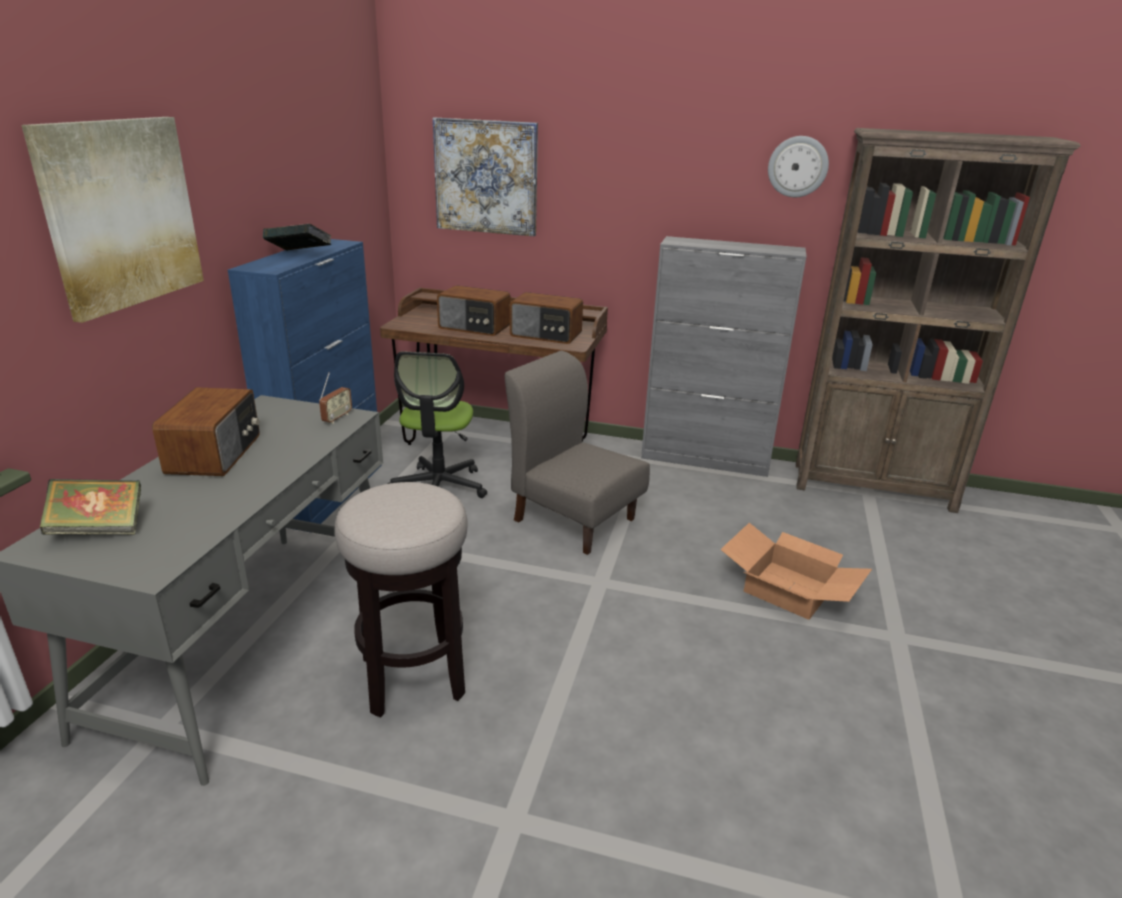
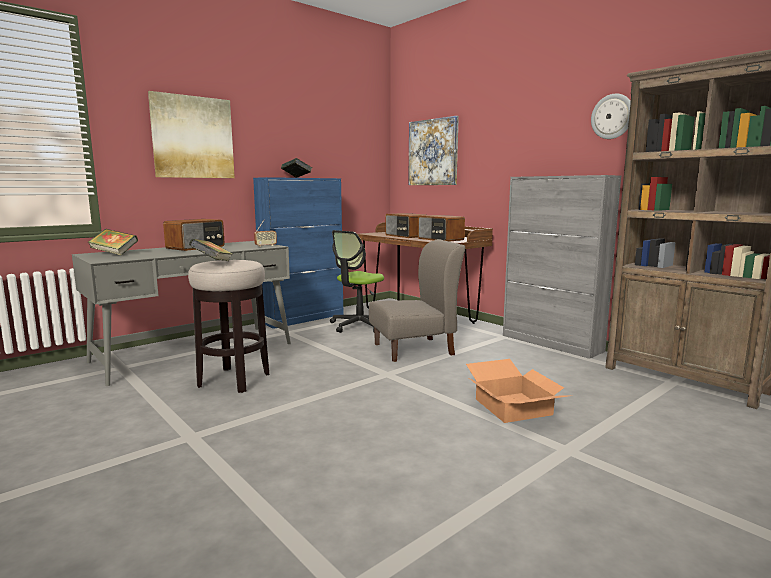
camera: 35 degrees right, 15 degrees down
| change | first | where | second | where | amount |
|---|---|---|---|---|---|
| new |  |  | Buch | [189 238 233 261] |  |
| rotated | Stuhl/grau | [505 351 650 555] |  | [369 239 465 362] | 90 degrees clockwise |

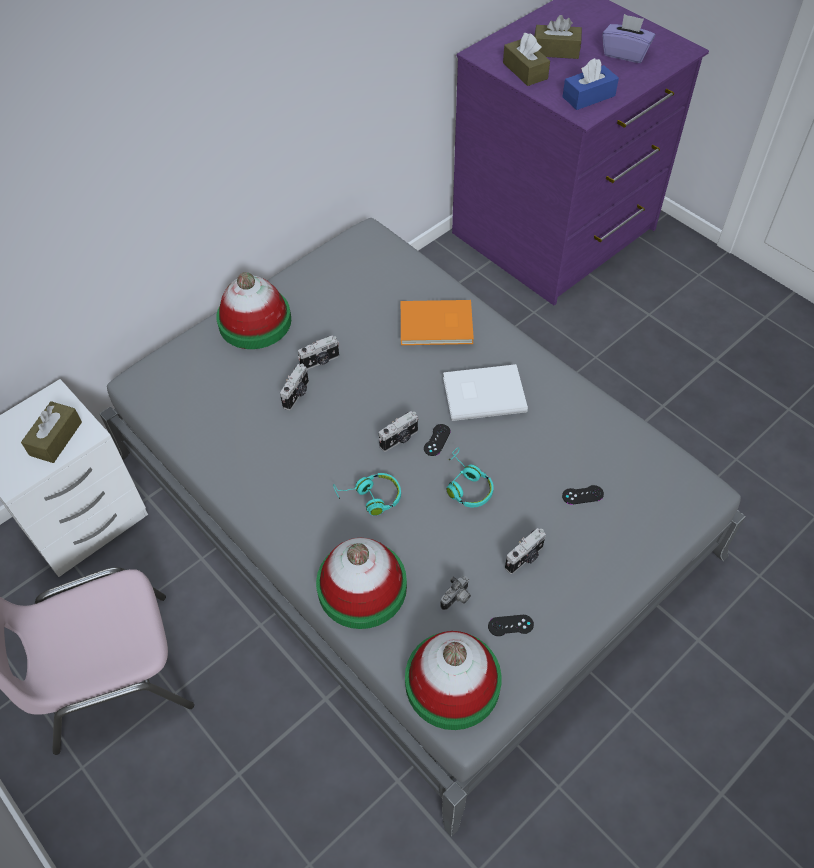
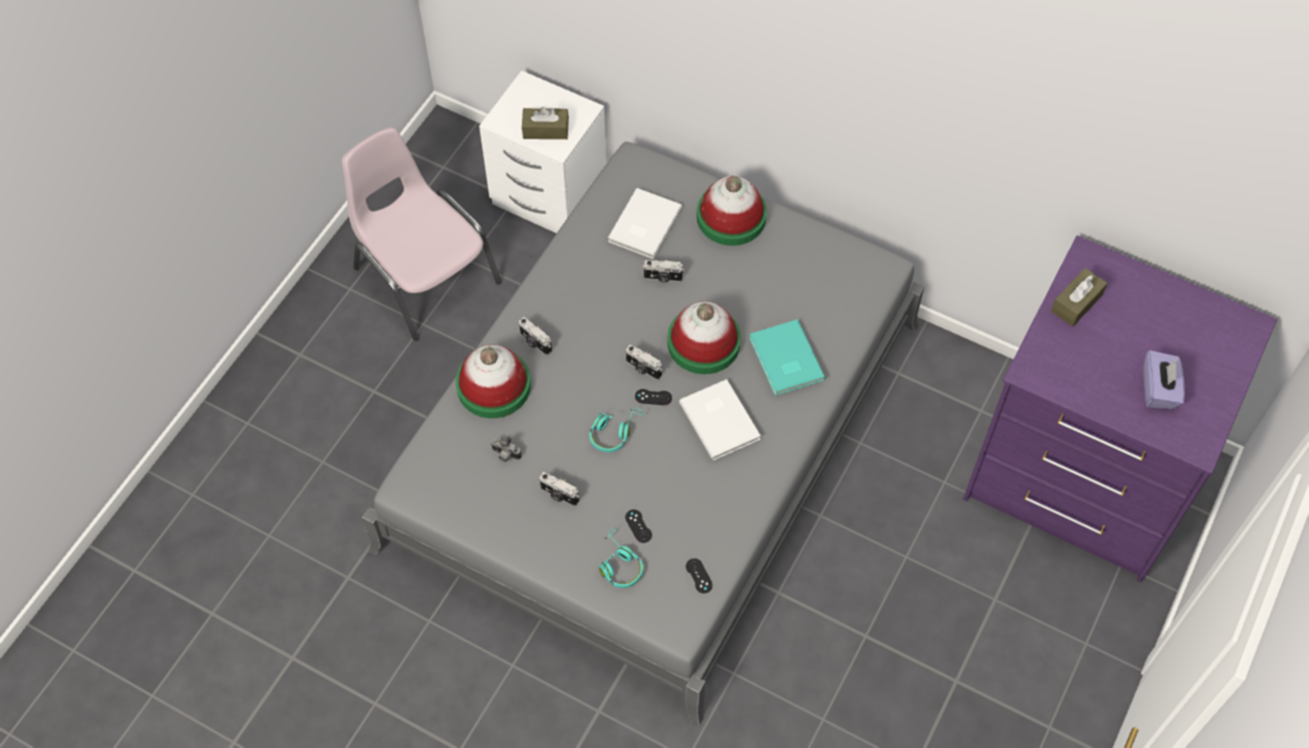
camera: 70 degrees right, 5 degrees up
| change | first | where | second | where | amount |
|---|---|---|---|---|---|
| gone | Taschentuchbox/braun | [534 15 582 59] |  |  |  |
| gone | Taschentuchbox/blau | [563 58 619 110] |  |  |  |
| new |  |  | Buch/weiß | [608 188 682 259] |  |
| shifted | Kamera | [298 335 339 370] |  | [519 317 552 355] |  |
| shifted | Kopfhörer/türkis | [333 473 401 516] |  | [599 528 643 588] |  |
| shifted | Hut | [405 631 502 730] |  | [667 301 741 374] |  |
| shifted | Gamepad/schwarz | [488 615 534 636] |  | [686 558 713 593] |  |
| repainted | Buch/orange | [401 300 474 345] | Buch/türkis | [749 319 825 396] |  |

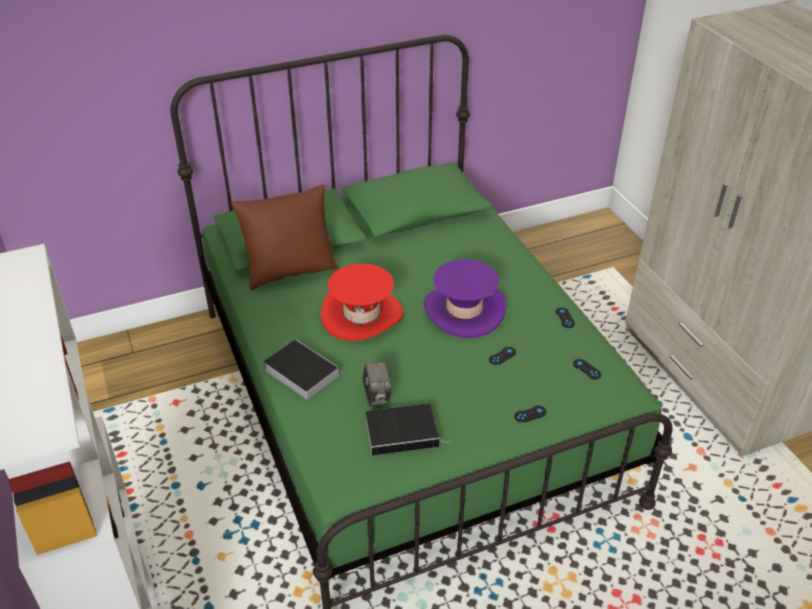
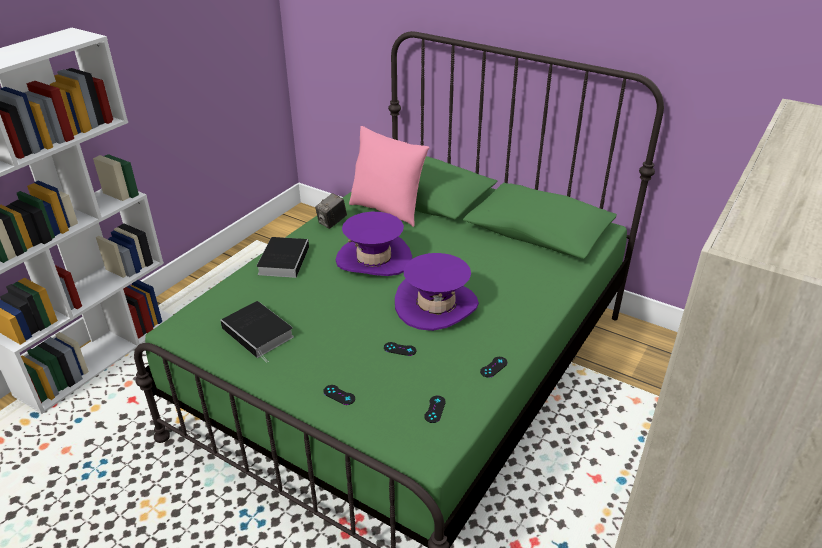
camera: 55 degrees right, 5 degrees down
| change | first | where | second | where | amount |
|---|---|---|---|---|---|
| shifted | Kamera | [362 361 392 406] |  | [315 193 347 229] |  |
| repainted | Kissen/braun | [231 185 339 290] | Kissen/rosa | [349 126 430 227] |  |
| repainted | Hut/rot | [321 264 403 341] | Hut/lila | [336 212 412 276] |  |

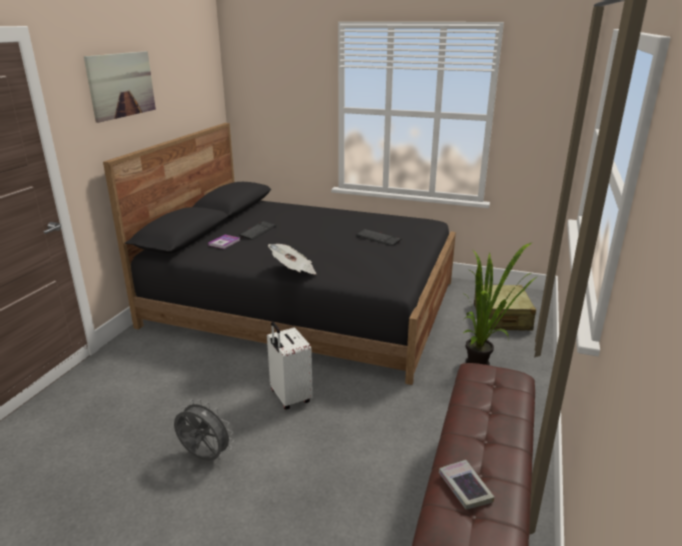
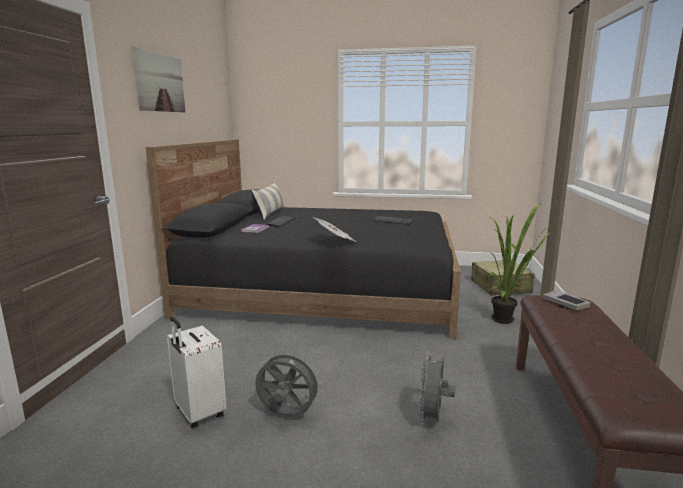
camera: 10 degrees left, 10 degrees down
| change | first | where | second | where | amount |
|---|---|---|---|---|---|
| new |  |  | Kissen | [251 182 284 220] |  |
| new |  |  | Ventilator/grau | [418 351 456 424] |  |
| shifted | Koffer/weiß | [267 322 313 409] |  | [167 316 227 428] |  |
| shifted | Buch | [439 460 495 509] |  | [543 290 591 310] |  |

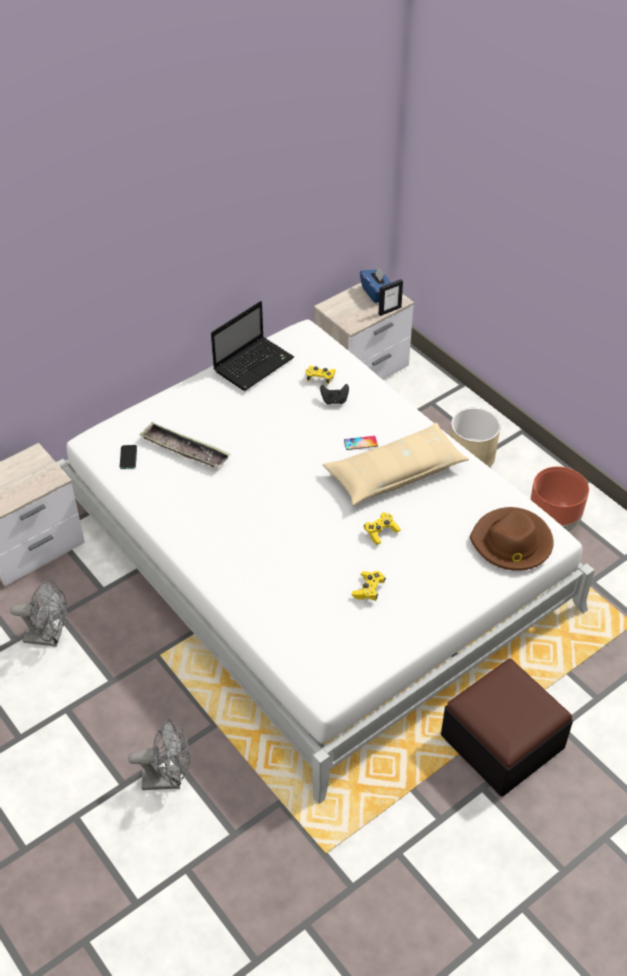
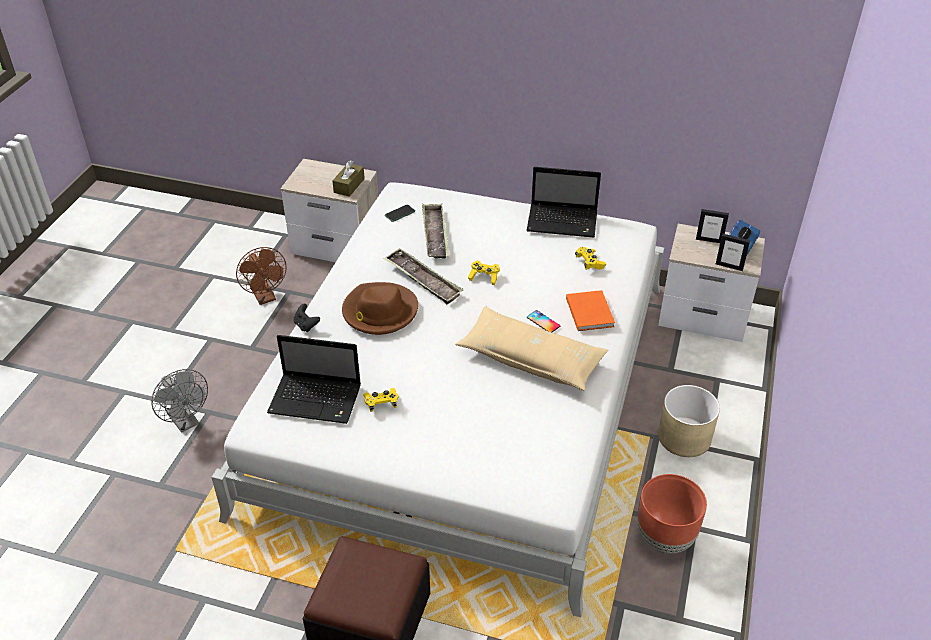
camera: 55 degrees right, 5 degrees down
| change | first | where | second | where | amount |
|---|---|---|---|---|---|
| new |  |  | Laptop | [267 335 361 424] |  |
| new |  |  | Taschentuchbox/braun | [332 160 365 197] |  |
| new |  |  | Tablett | [384 248 463 304] |  |
| new |  |  | Buch/orange | [566 290 615 331] |  |
| new |  |  | Bilderrahmen | [696 209 729 243] |  |
| shifted | Gamepad/schwarz | [320 384 349 404] |  | [294 304 320 332] |  |
| shifted | Gamepad/gelb | [364 512 401 545] |  | [468 261 500 285] |  |
| shifted | Hut/braun | [470 507 554 571] |  | [342 282 418 335] |  |
| repainted | Ventilator/grau | [10 580 67 647] | Ventilator/braun | [236 247 287 305] |  |

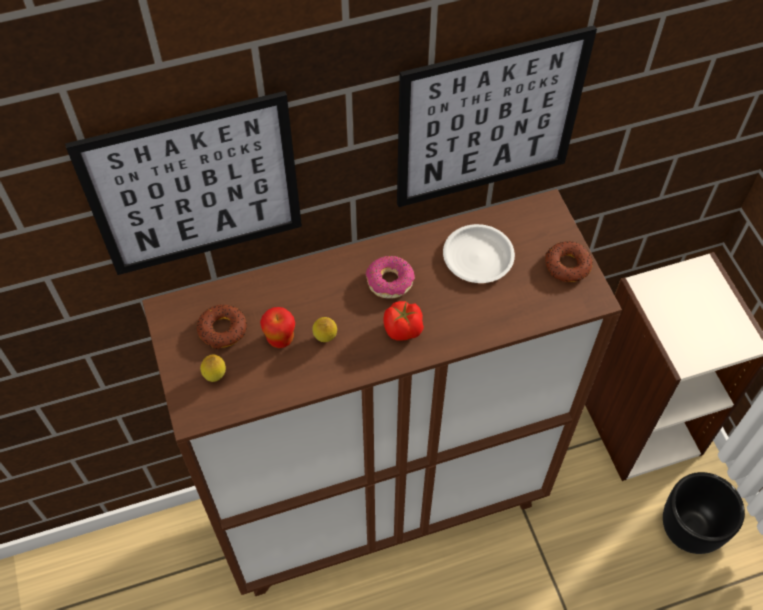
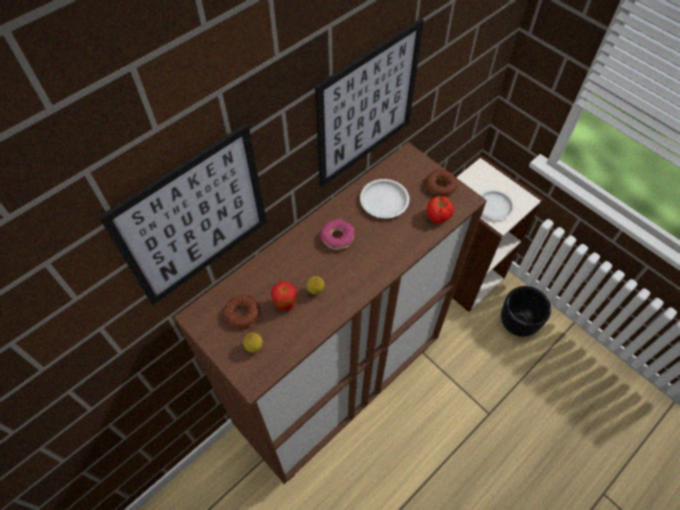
camera: 25 degrees left, 0 degrees up
| change | first | where | second | where | amount |
|---|---|---|---|---|---|
| new |  |  | Teller/weiß | [480 190 514 220] |  |
| shifted | Tomate | [383 301 424 341] |  | [426 196 454 224] |  |

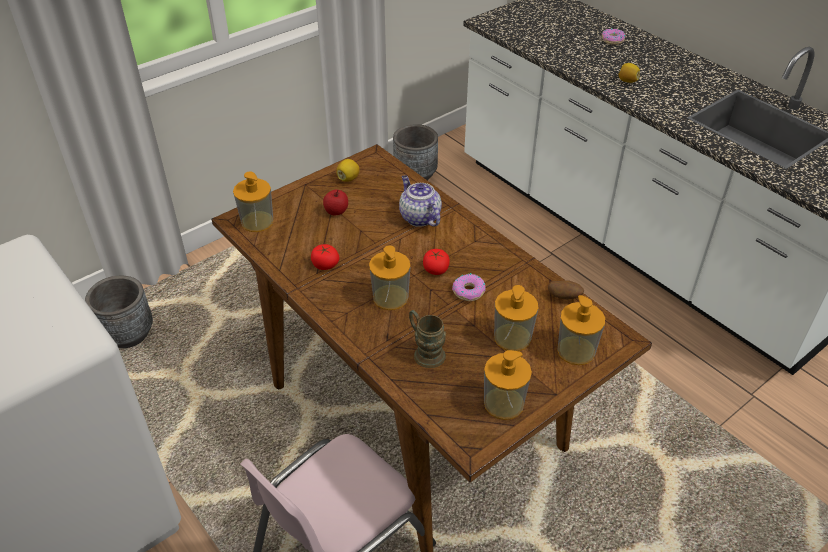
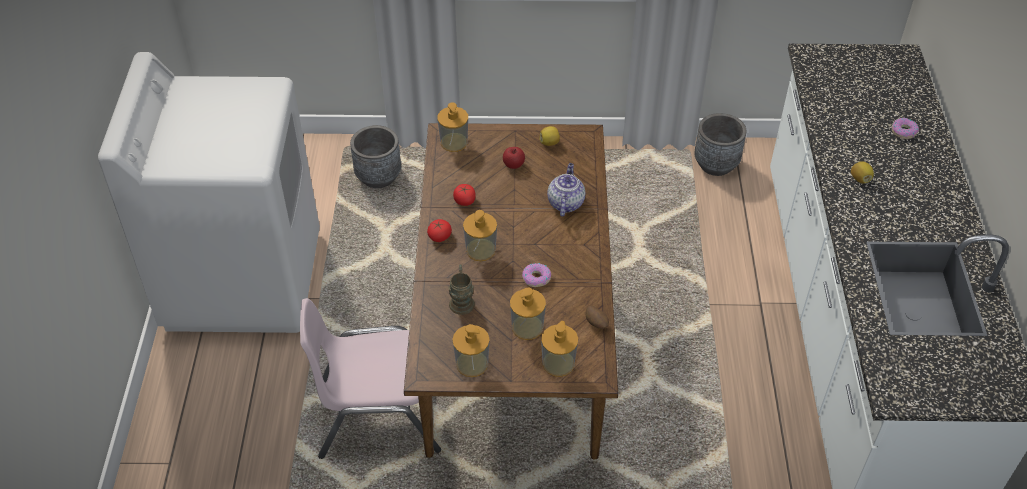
camera: 40 degrees right, 5 degrees up
| change | first | where | second | where | amount |
|---|---|---|---|---|---|
| shifted | Tomate | [423 249 450 275] |  | [427 219 452 242] |  |

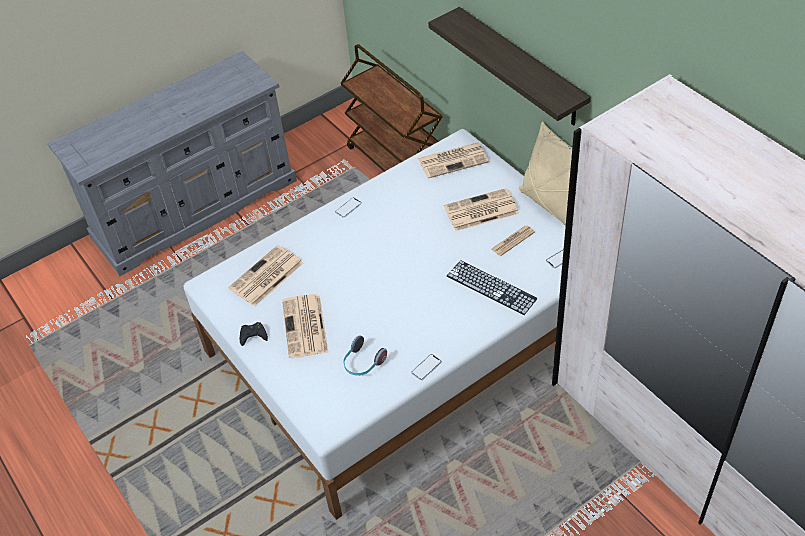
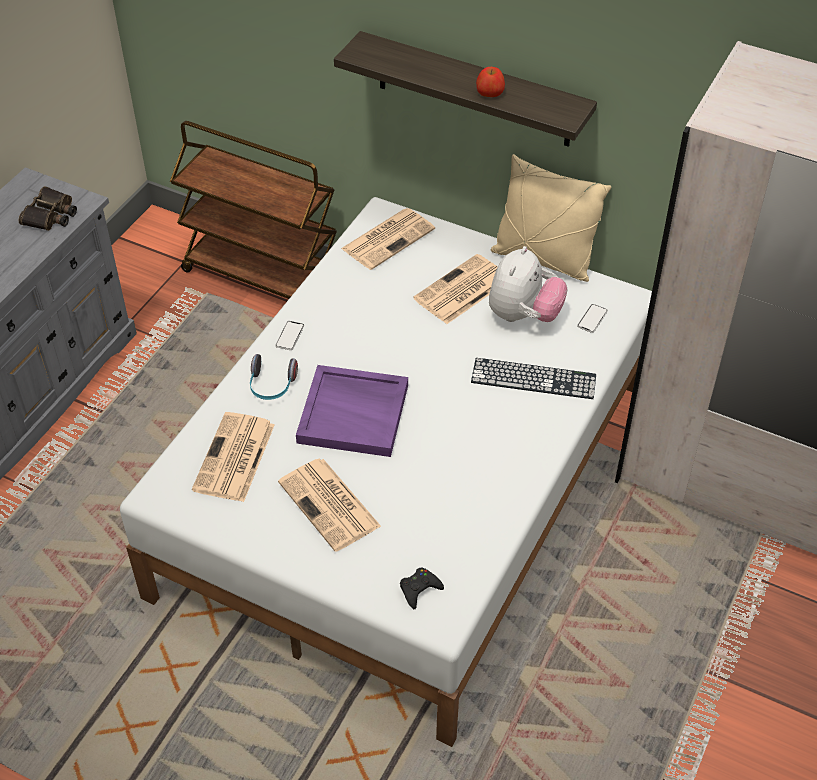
camera: 30 degrees left, 0 degrees up
| change | first | where | second | where | amount |
|---|---|---|---|---|---|
| gone | Handy | [411 354 442 380] |  |  |  |
| new |  |  | Fernglas | [19 186 77 231] |  |
| new |  |  | Tablett/lila | [296 365 408 457] |  |
| new |  |  | Apfel | [476 67 505 97] |  |
| shifted | Gamepad/schwarz | [240 322 268 346] |  | [400 567 444 609] |  |
| shifted | Kopfhörer | [344 335 387 376] |  | [250 354 298 400] |  |
| swapped | Zeitung | [492 225 535 256] | Plüschtier | [489 246 568 322] |  |

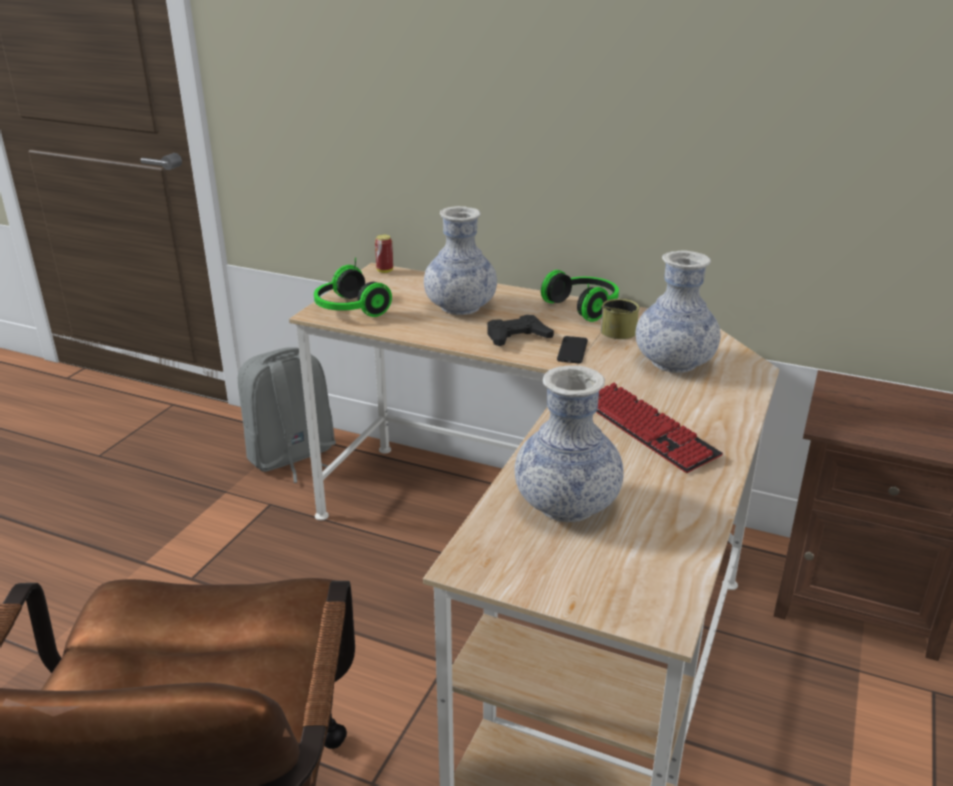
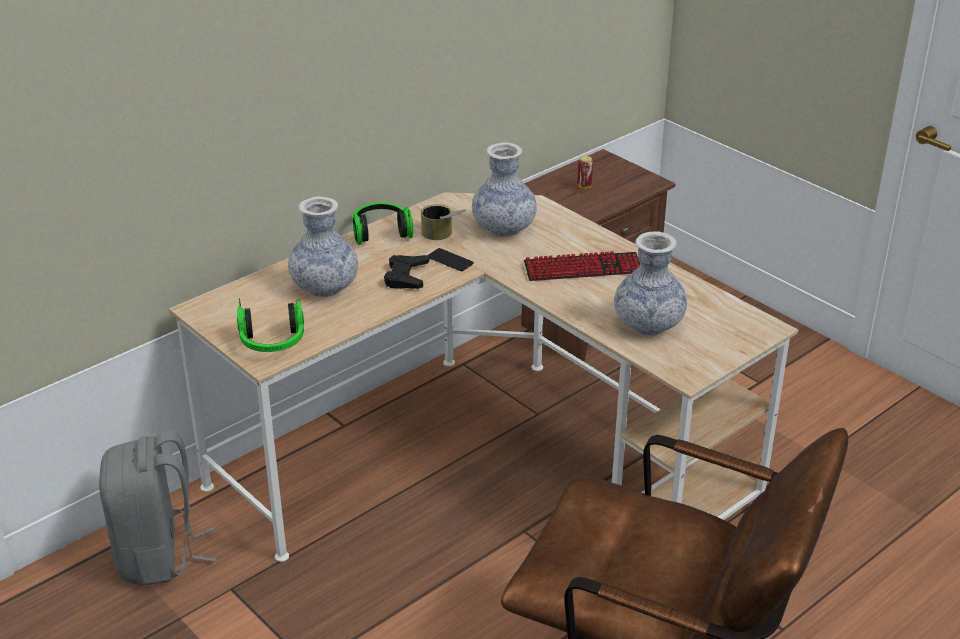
camera: 65 degrees left, 5 degrees up
| change | first | where | second | where | amount |
|---|---|---|---|---|---|
| shifted | Dose | [375 235 393 273] |  | [577 156 593 189] |  |

